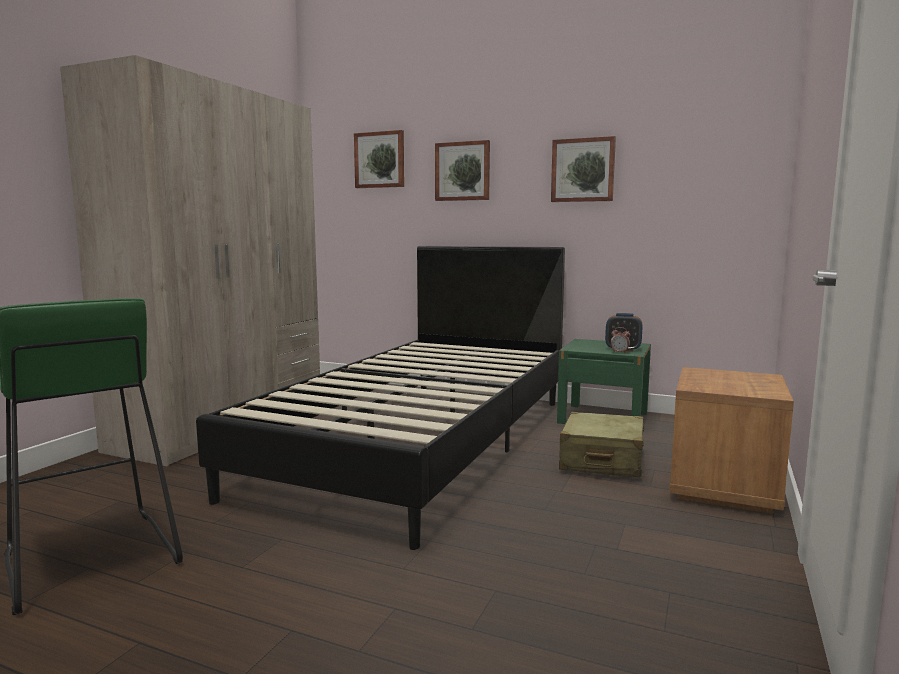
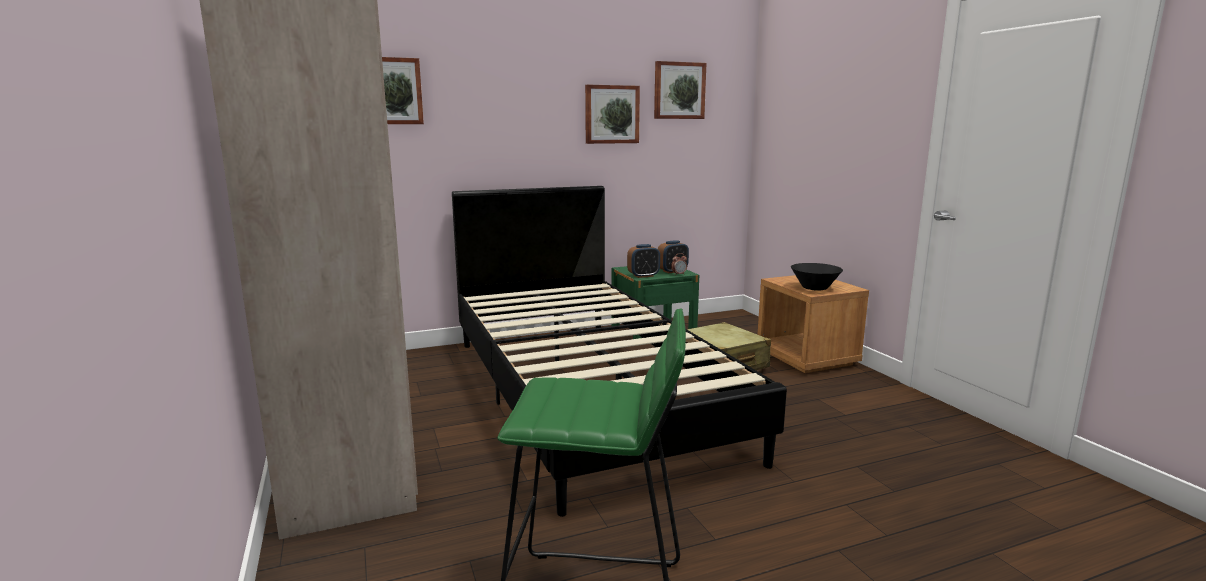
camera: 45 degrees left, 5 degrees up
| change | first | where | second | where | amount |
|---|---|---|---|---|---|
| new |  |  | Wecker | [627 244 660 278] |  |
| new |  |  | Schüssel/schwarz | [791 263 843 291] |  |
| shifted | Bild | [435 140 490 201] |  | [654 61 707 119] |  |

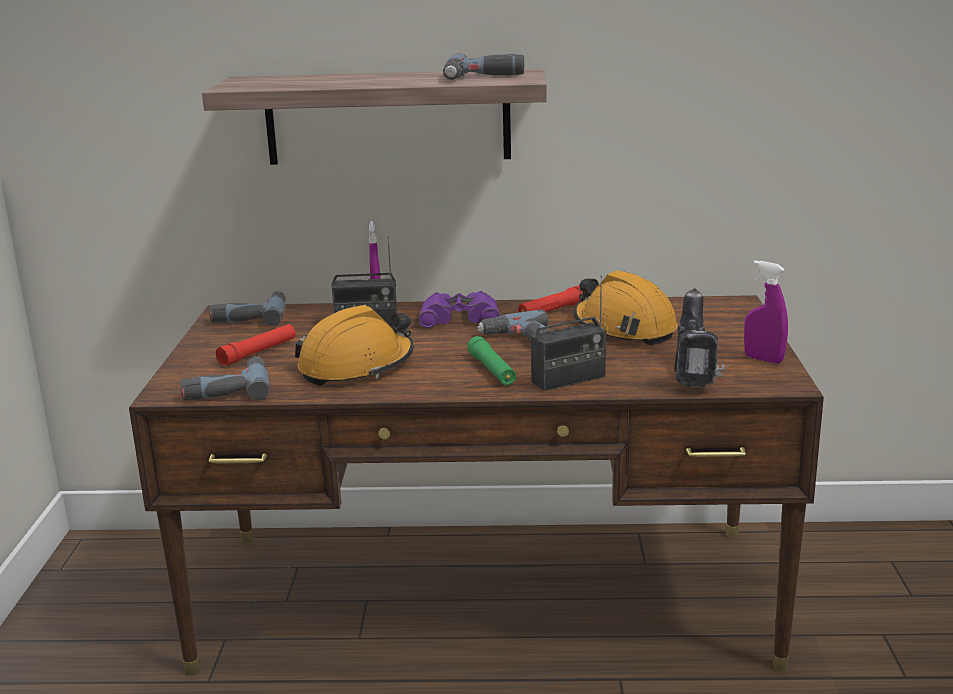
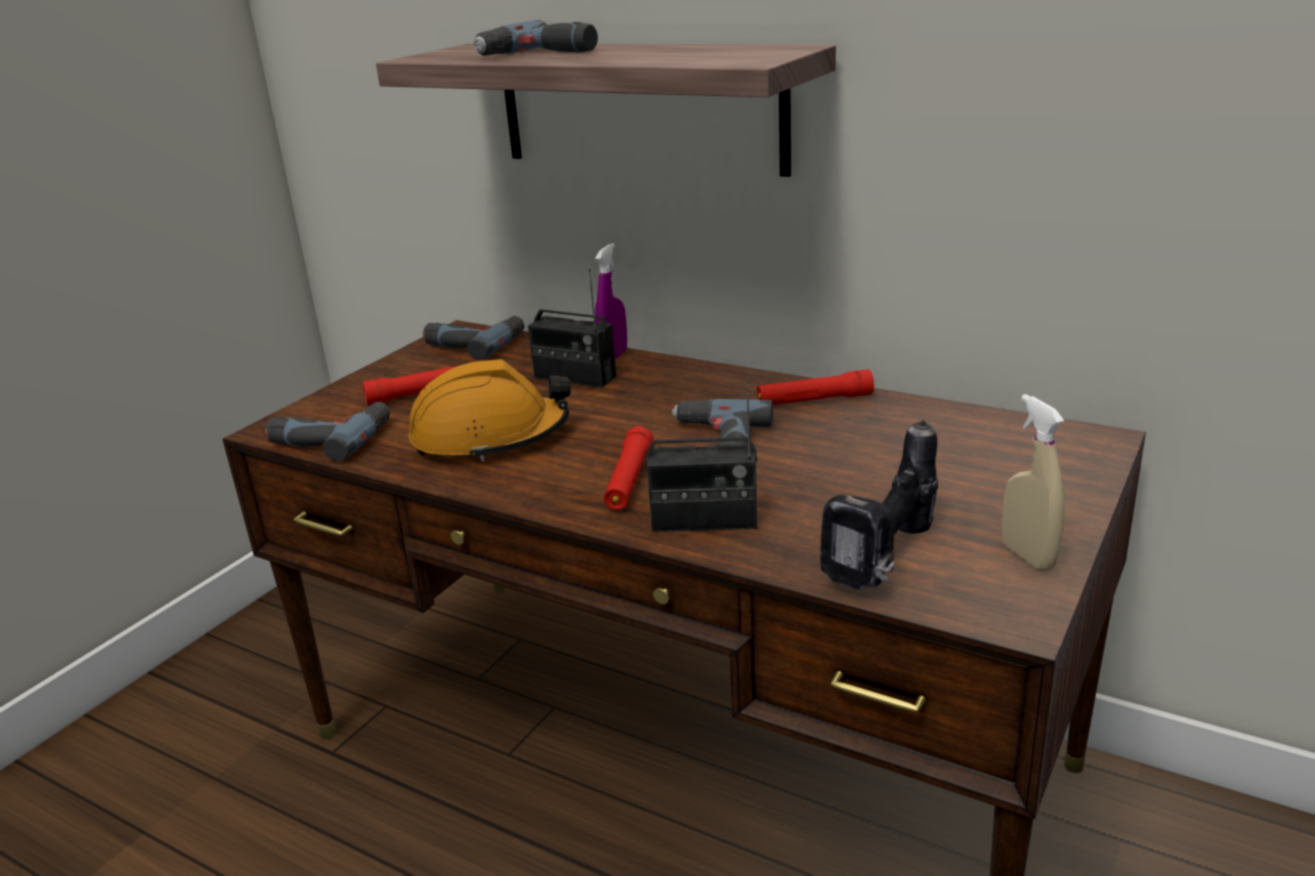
camera: 30 degrees right, 5 degrees up
| change | first | where | second | where | amount |
|---|---|---|---|---|---|
| gone | Fernglas/lila | [418 291 501 328] |  |  |  |
| gone | Schutzhelm/orange | [574 271 678 345] |  |  |  |
| shifted | Bohrmaschine | [443 53 524 80] |  | [474 20 598 56] |  |
| repainted | Taschenlampe/grün | [467 336 516 385] | Taschenlampe/rot | [604 426 653 510] |  |
| repainted | Sprühflasche/lila | [744 261 788 364] | Sprühflasche/beige | [1002 394 1065 571] |  |

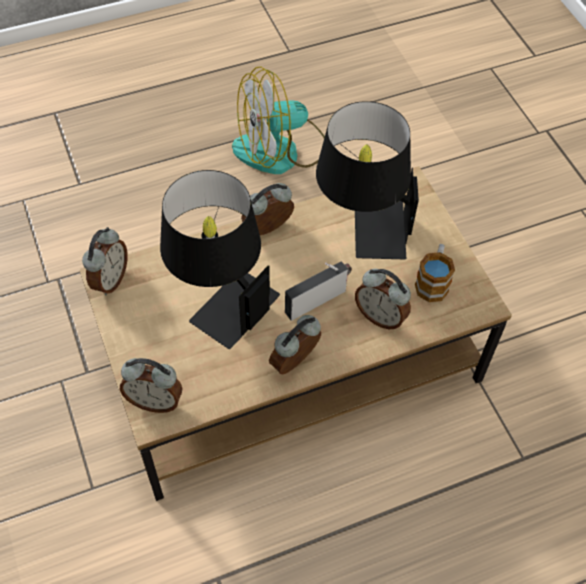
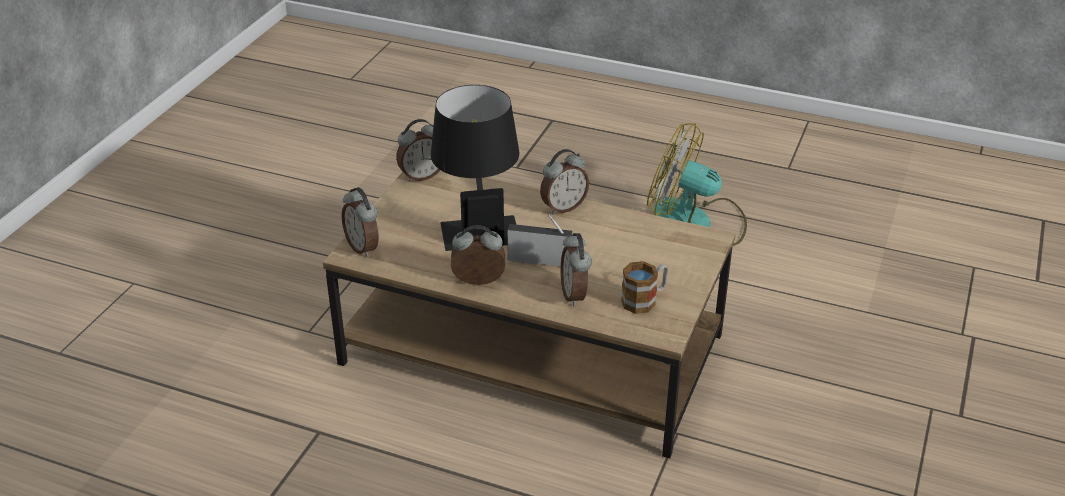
camera: 45 degrees right, 20 degrees down
| change | first | where | second | where | amount |
|---|---|---|---|---|---|
| gone | Tischlampe/schwarz | [316 101 419 259] |  |  |  |
| rotated | Wecker | [241 183 294 235] |  | [540 149 589 214] | 135 degrees clockwise |

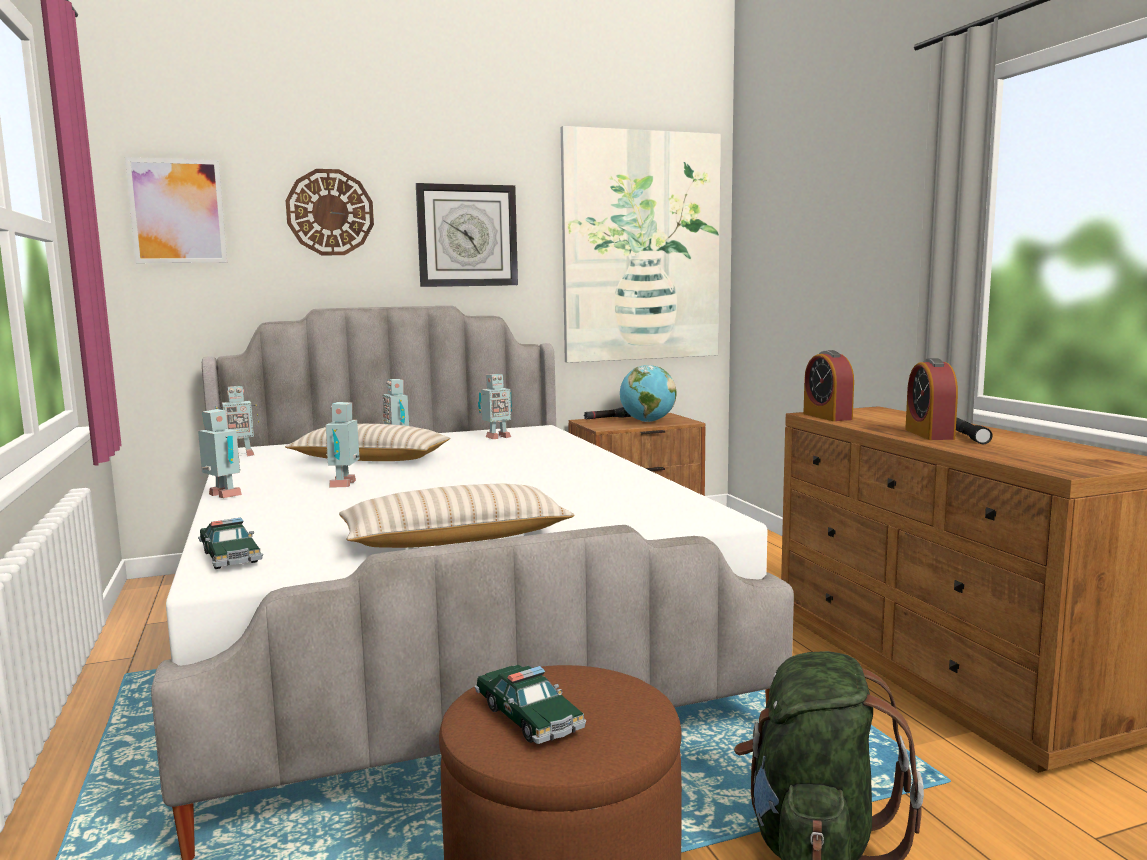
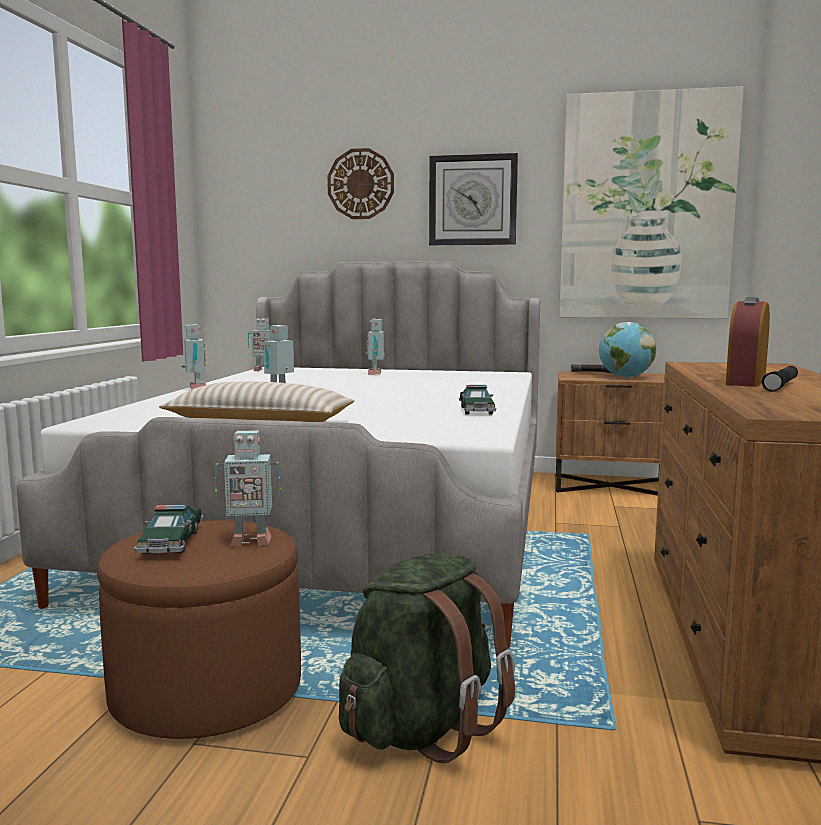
camera: 30 degrees right, 0 degrees up
| change | first | where | second | where | amount |
|---|---|---|---|---|---|
| gone | Bild | [125 157 227 263] |  |  |  |
| gone | Kissen/beige | [285 424 451 461] |  |  |  |
| gone | Wecker | [803 350 854 421] |  |  |  |
| shifted | Spielzeugauto | [198 518 263 569] |  | [459 385 497 415] |  |
| shifted | Spielzeugroboter | [478 374 512 439] |  | [215 430 281 546] |  |

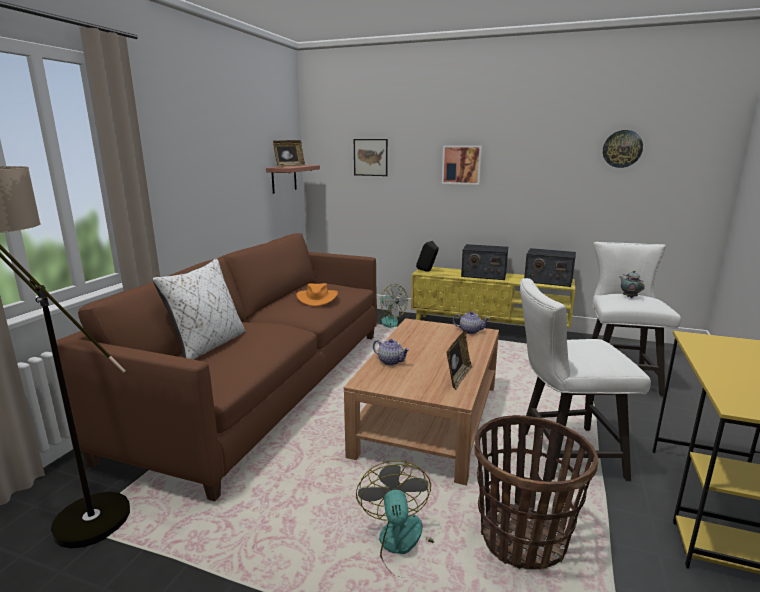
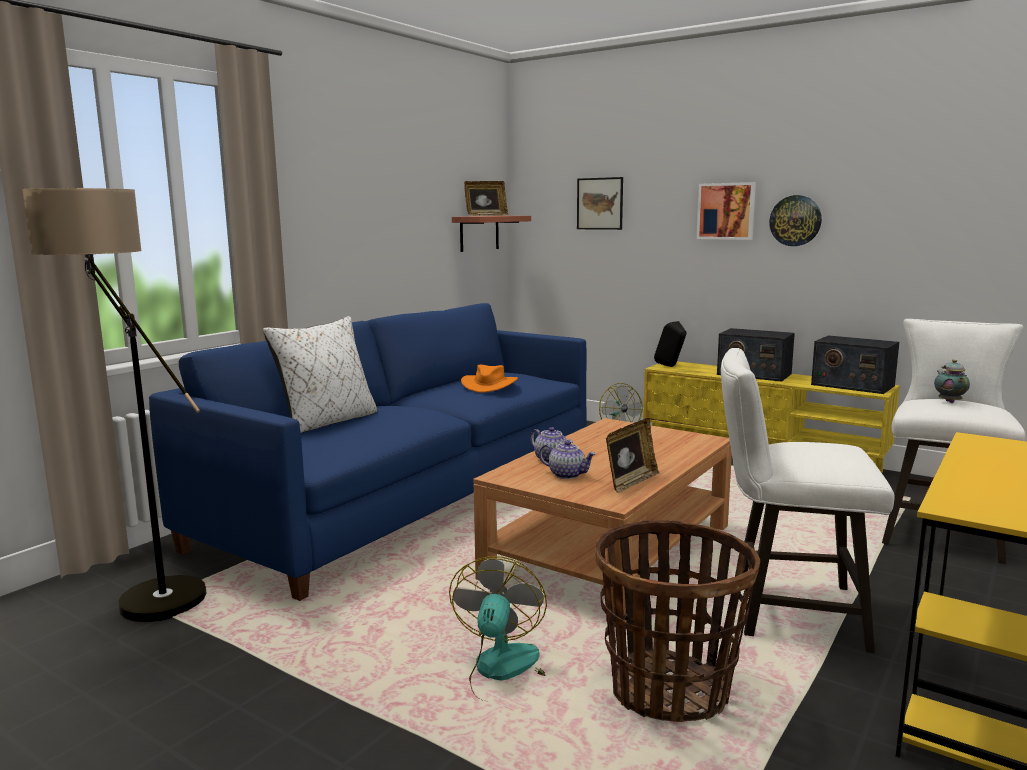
camera: 15 degrees right, 5 degrees down
| change | first | where | second | where | amount |
|---|---|---|---|---|---|
| shifted | Teekanne | [453 311 490 334] |  | [539 440 596 479] |  |
| shifted | Wanduhr | [603 130 643 168] |  | [769 195 822 246] |  |
| repainted | Sofa/braun | [56 233 377 501] | Sofa/blau | [149 303 587 601] |  |

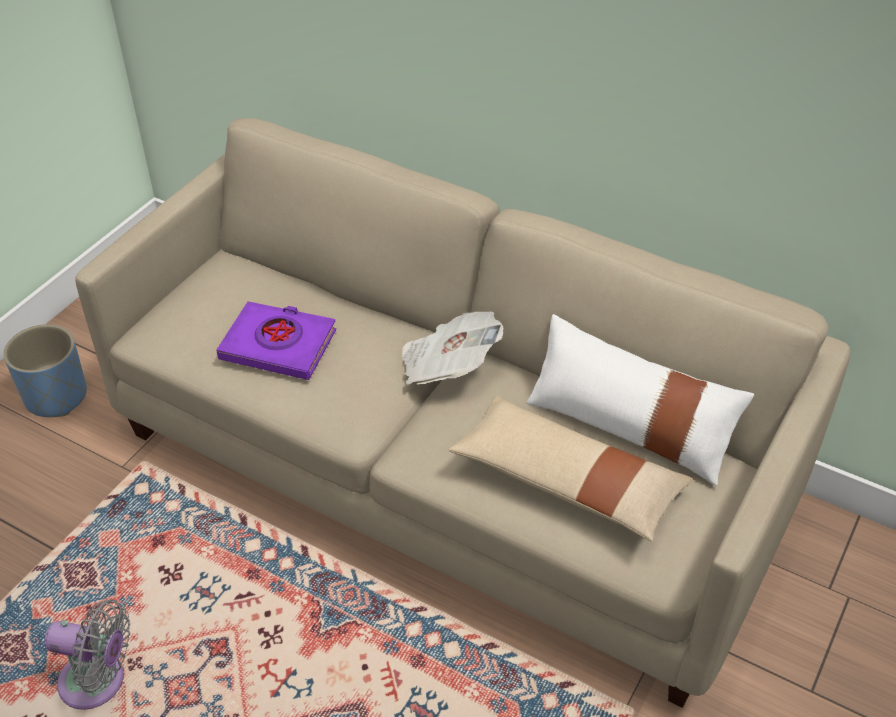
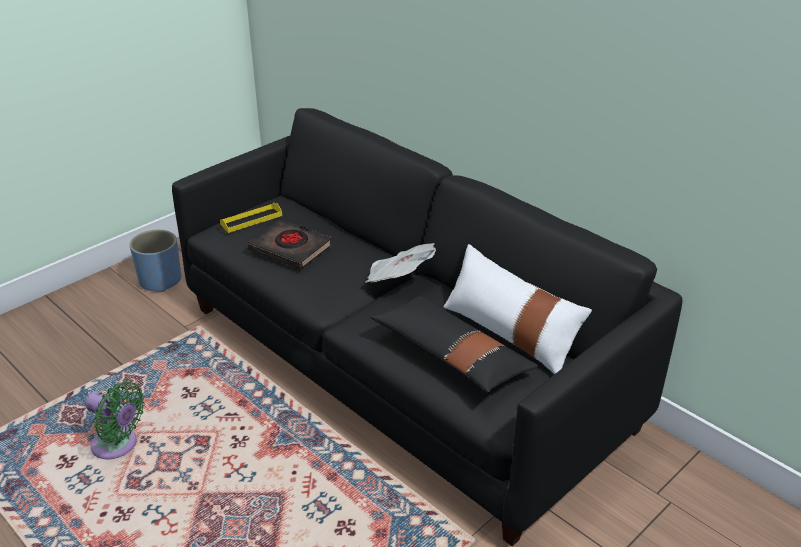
camera: 15 degrees right, 10 degrees down
| change | first | where | second | where | amount |
|---|---|---|---|---|---|
| new |  |  | Tablett/gelb | [220 203 282 233] |  |
| repainted | Ventilator/grau | [44 599 130 710] | Ventilator/grün | [85 382 145 459] |  |
| repainted | Sofa/beige | [75 118 851 708] | Sofa/schwarz | [172 108 682 546] |  |
| repainted | Buch/lila | [216 301 336 380] | Buch/schwarz | [248 220 332 270] |  |
| repainted | Kissen/beige | [448 396 693 541] | Kissen/schwarz | [370 296 539 393] |  |

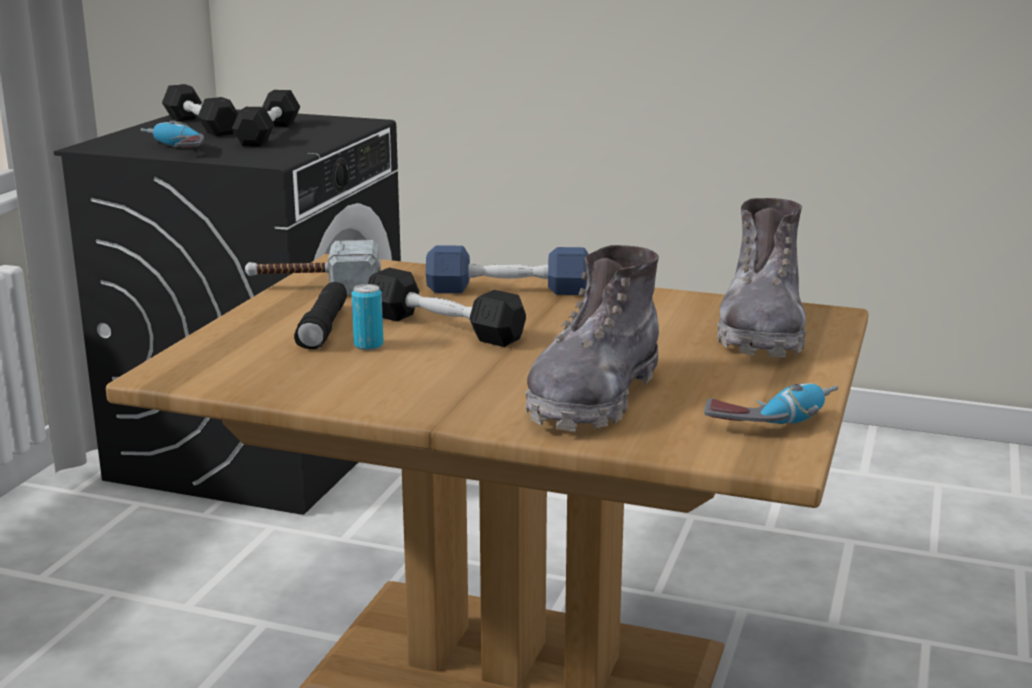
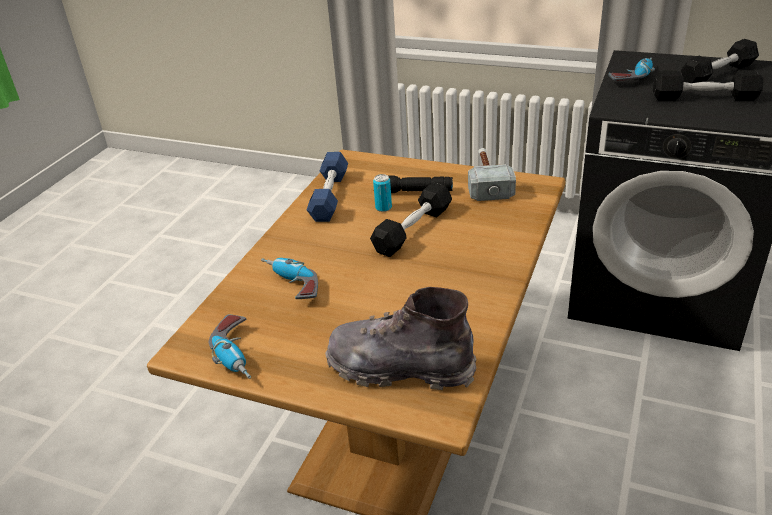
camera: 95 degrees right, 15 degrees up
| change | first | where | second | where | amount |
|---|---|---|---|---|---|
| shifted | Hantel/blau | [426 245 589 295] |  | [307 152 348 222] |  |
| swapped | Stiefel/grau | [525 245 659 431] | Bohrmaschine | [261 258 318 299] |  |

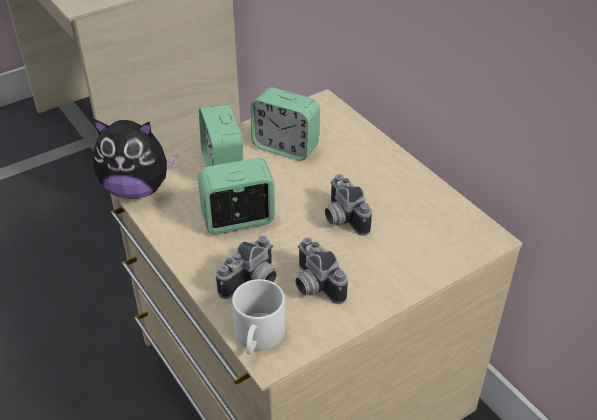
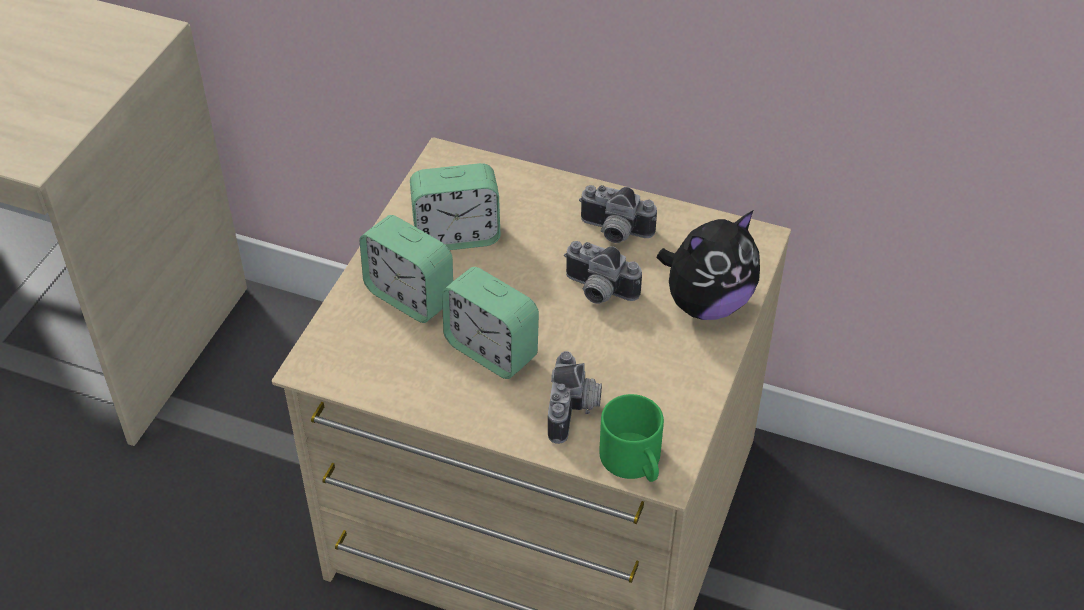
camera: 35 degrees left, 5 degrees up
| change | first | where | second | where | amount |
|---|---|---|---|---|---|
| shifted | Plüschtier | [93 119 177 199] |  | [657 210 760 320] |  |
| shifted | Kamera | [295 237 348 304] |  | [579 185 657 243] |  |
| repainted | Henkelbecher/weiß | [232 279 285 354] | Henkelbecher/grün | [599 394 664 482] |  |
| rotated | Wecker | [198 158 275 234] |  | [442 267 539 379] | 90 degrees counterclockwise |

